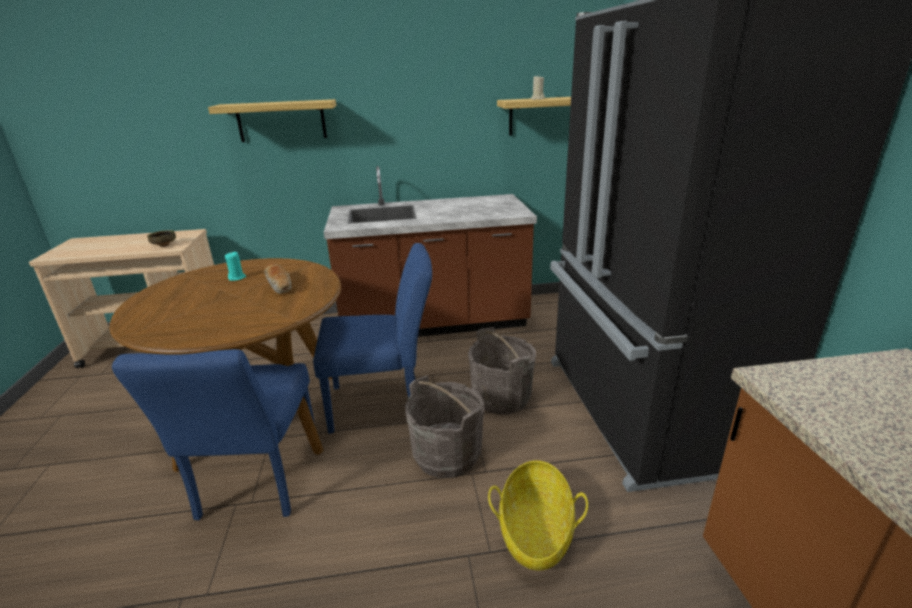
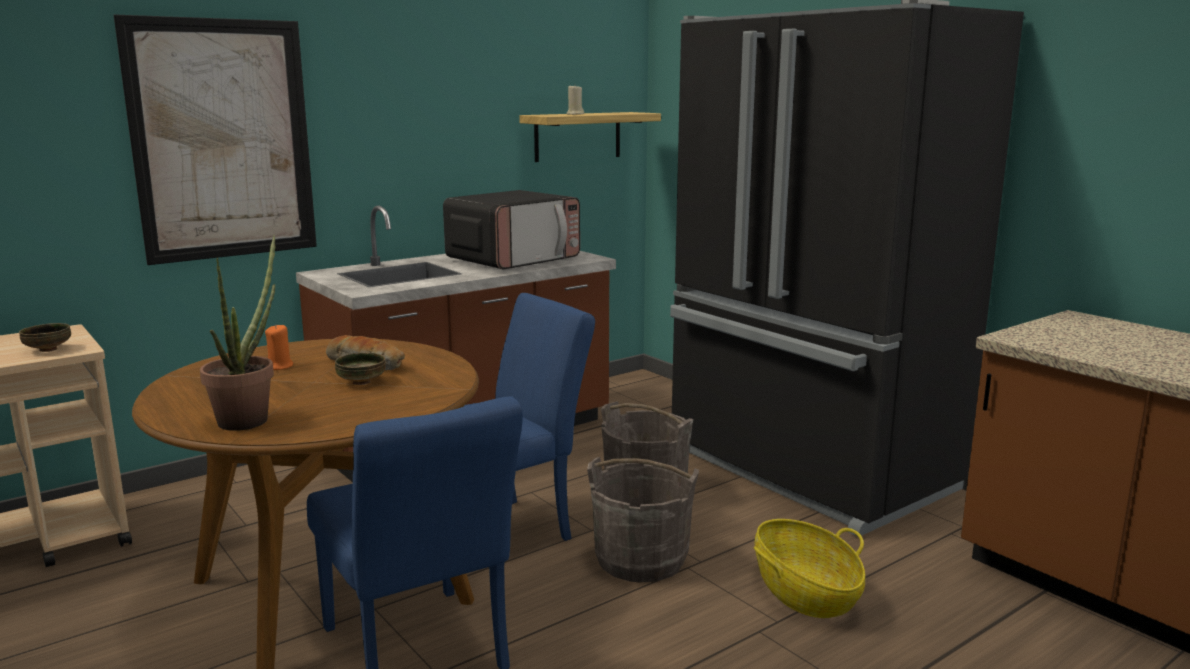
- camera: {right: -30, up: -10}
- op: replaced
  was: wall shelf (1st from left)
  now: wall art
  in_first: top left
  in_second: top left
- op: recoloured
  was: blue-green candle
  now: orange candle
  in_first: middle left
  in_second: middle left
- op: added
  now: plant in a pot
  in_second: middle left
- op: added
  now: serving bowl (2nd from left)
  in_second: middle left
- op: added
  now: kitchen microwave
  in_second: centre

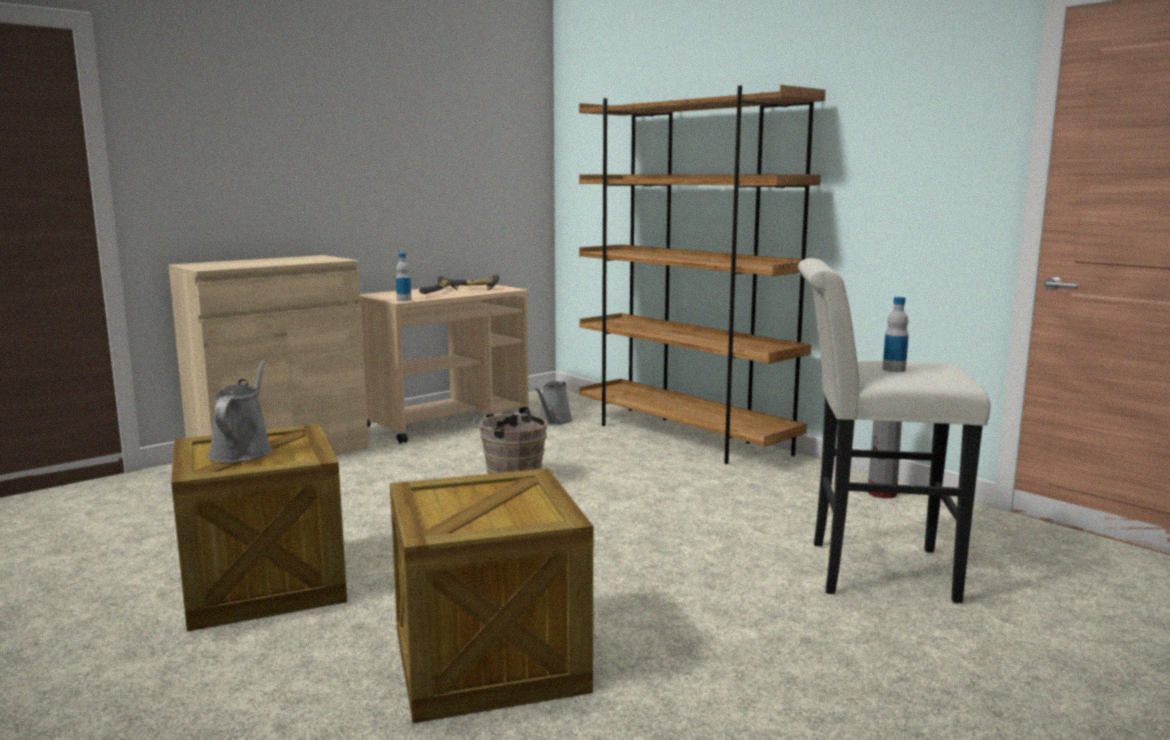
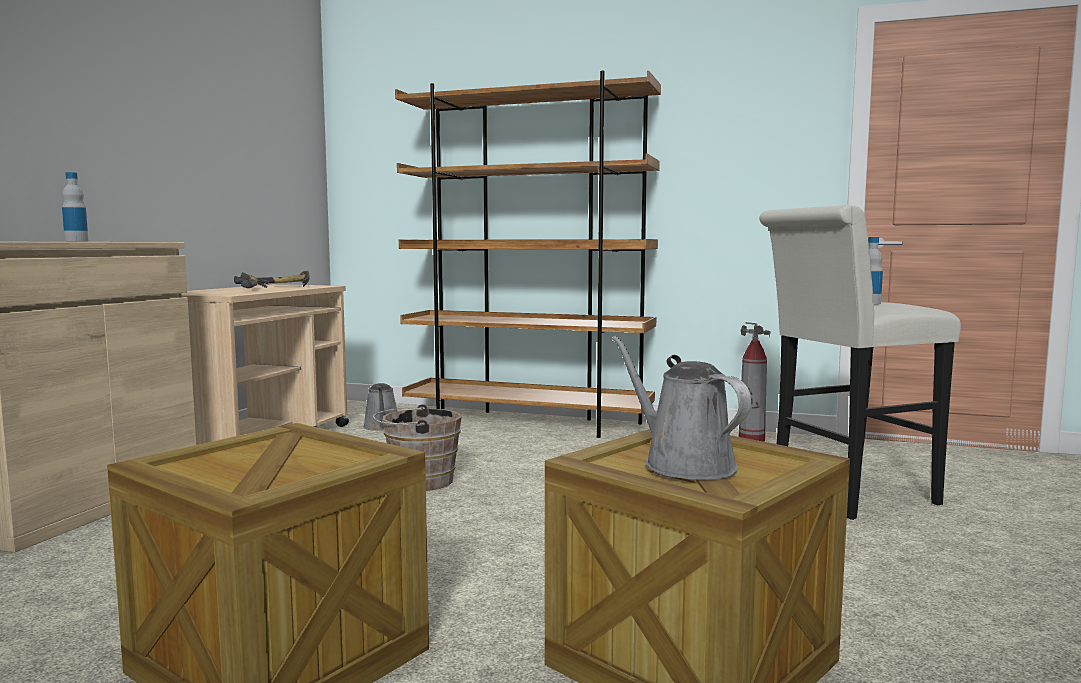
- camera: {right: -30, up: -5}
- op: moved
  was: greyish watering can (1st from left in the first image)
  now: greyish watering can (2nd from left)
  in_first: middle left
  in_second: centre
- op: moved
  was: drink bottle (1st from left)
  in_first: centre
  in_second: top left

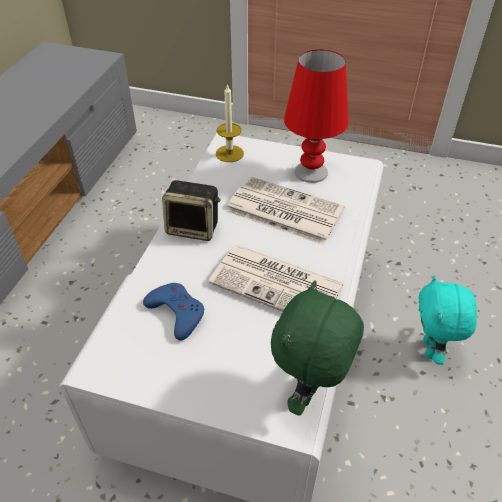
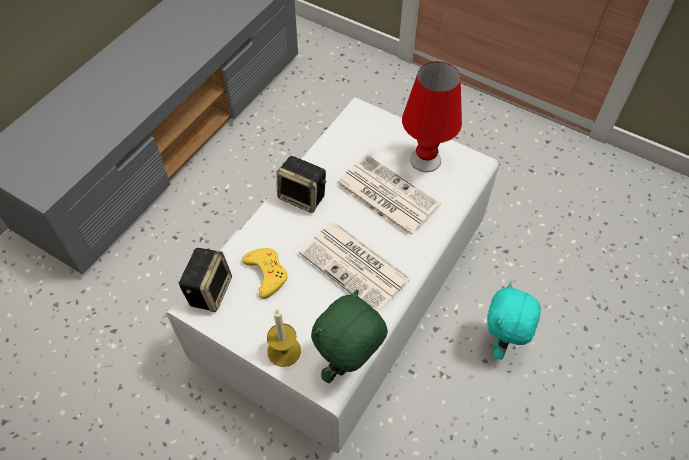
- camera: {right: 15, up: 10}
- op: recoloured
  was: blue-coloured game controller
  now: yellow-coloured game controller
  in_first: centre
  in_second: centre
- op: moved
  was: candle
  in_first: top centre
  in_second: bottom centre
- op: added
  now: loudspeaker (1st from left)
  in_second: middle left

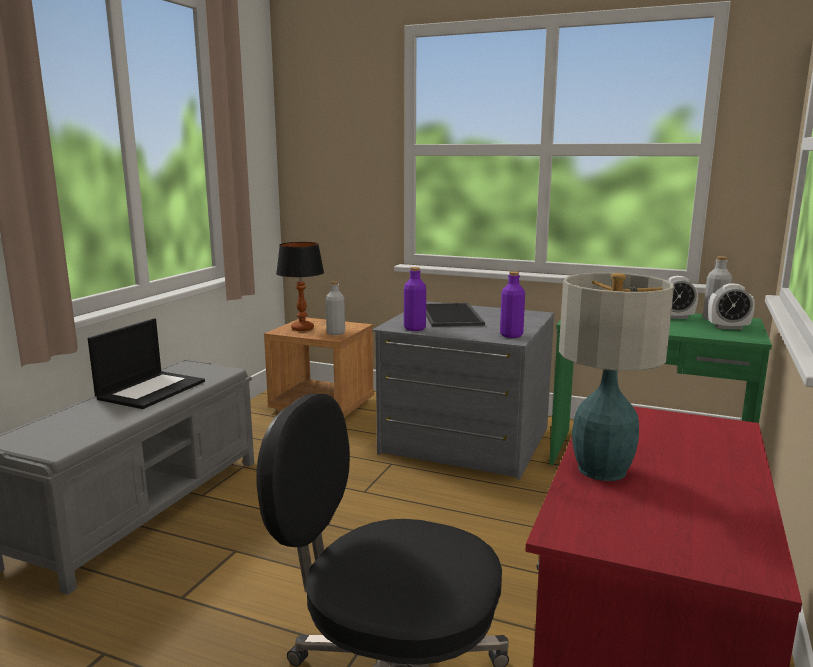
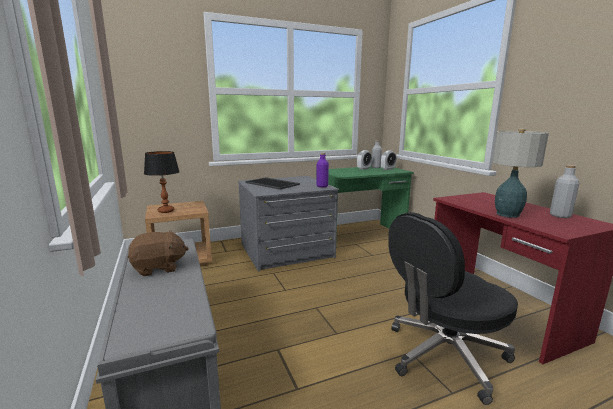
- camera: {right: -45, up: 0}
- op: replaced
  was: portable computer
  now: brown cuddly toy
  in_first: middle left
  in_second: middle left
- op: moved
  was: greyish drink bottle (1st from left in the first image)
  now: greyish drink bottle (2nd from left)
  in_first: centre
  in_second: middle right
- op: removed
  was: purple drink bottle (1st from left)
  in_first: centre

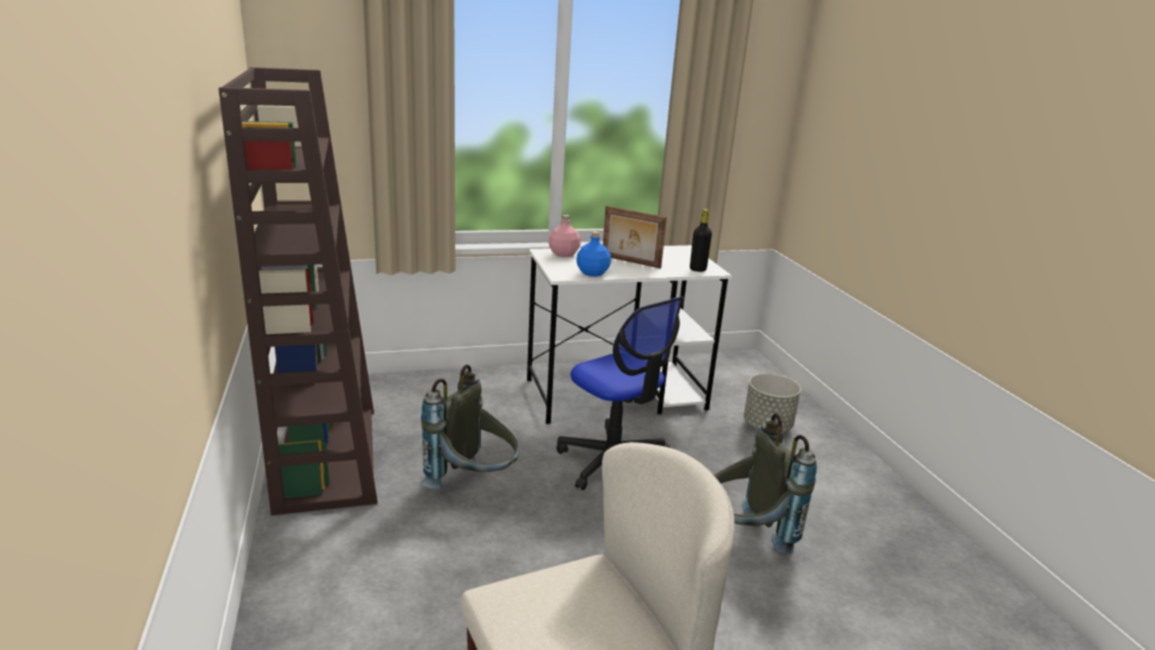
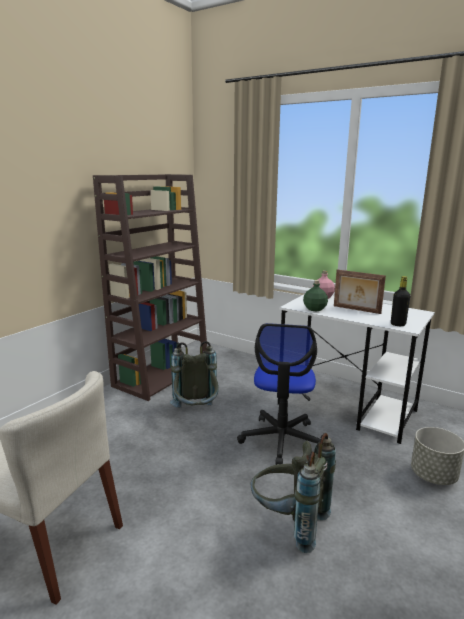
- camera: {right: 50, up: -5}
- op: recoloured
  was: blue-coloured drink bottle
  now: green-coloured drink bottle
  in_first: centre
  in_second: middle right
- op: turned
  was: photo frame
  in_first: centre
  in_second: middle right
  clockwise: -45

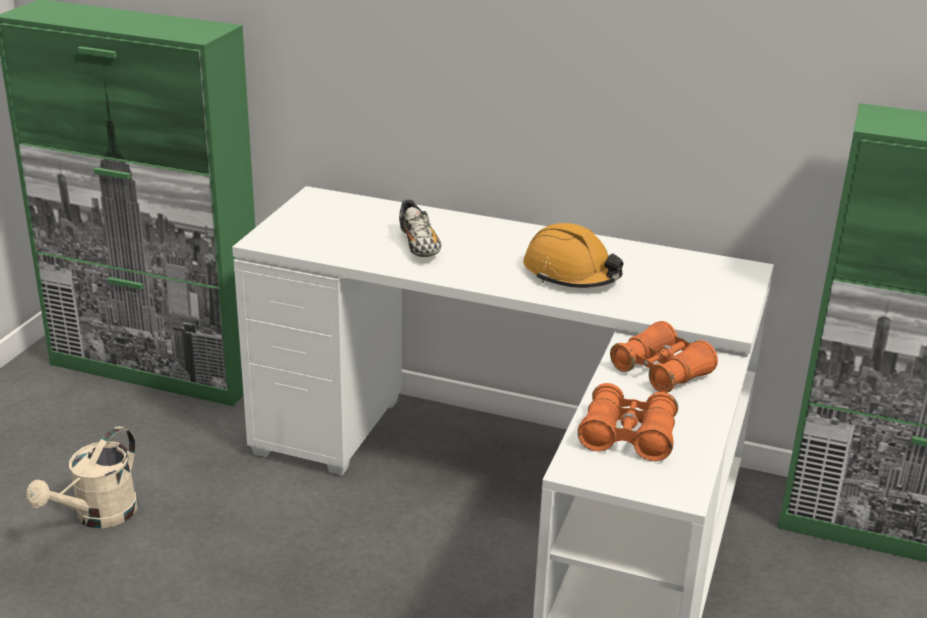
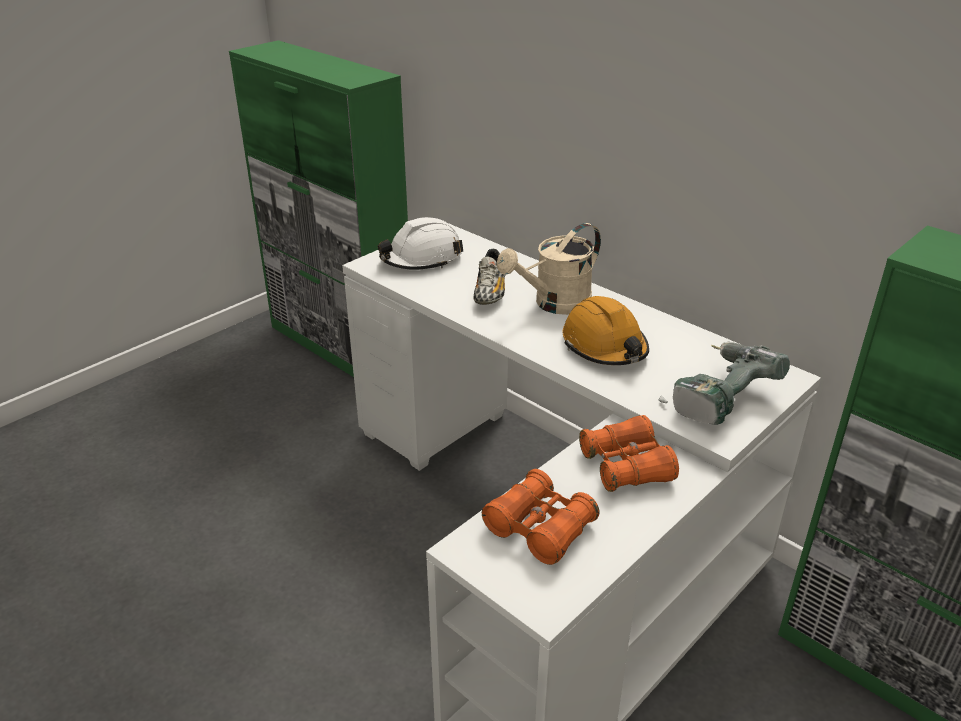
- camera: {right: 25, up: 5}
- op: moved
  was: beige watering can
  in_first: bottom left
  in_second: centre
- op: added
  now: white-coloured work helmet
  in_second: centre
- op: added
  now: power drill
  in_second: middle right

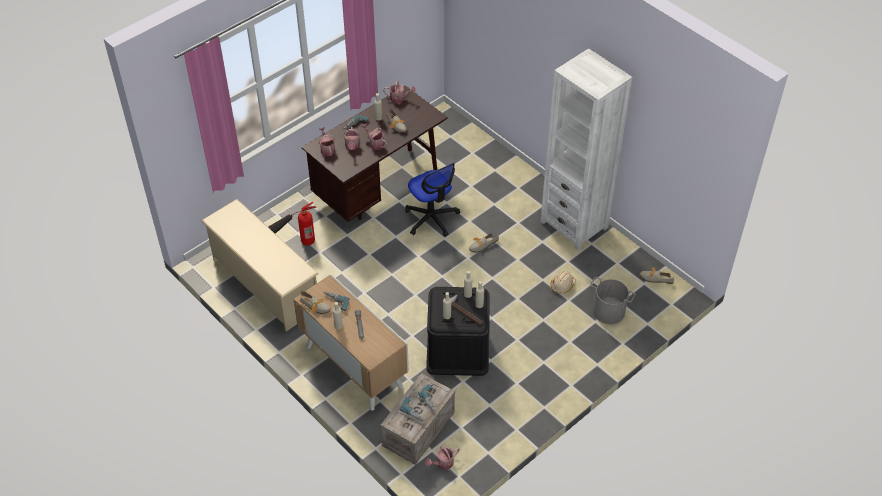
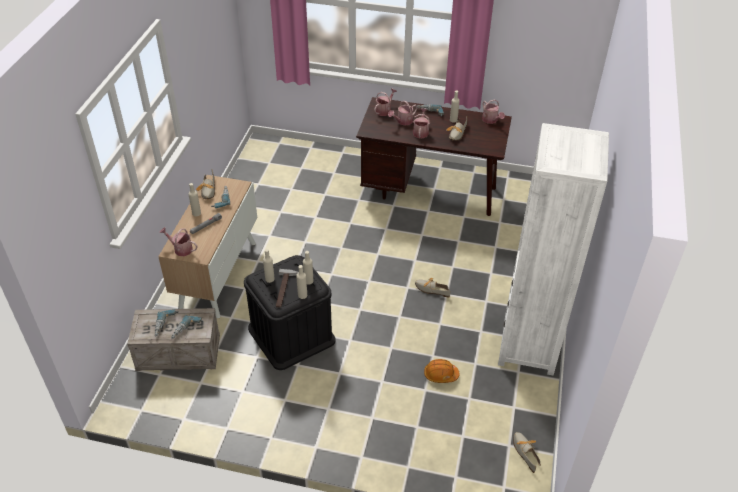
- camera: {right: 55, up: -5}
- op: removed
  was: beige shoe rack
  in_first: middle left
- op: removed
  was: extinguisher
  in_first: middle left
- op: removed
  was: desk chair
  in_first: centre
- op: moved
  was: watering can (5th from left in the first image)
  now: watering can (1st from left)
  in_first: bottom centre
  in_second: middle left
- op: recoloured
  was: beige work helmet
  now: orange work helmet
  in_first: centre
  in_second: bottom centre
- op: removed
  was: greyish pail
  in_first: middle right

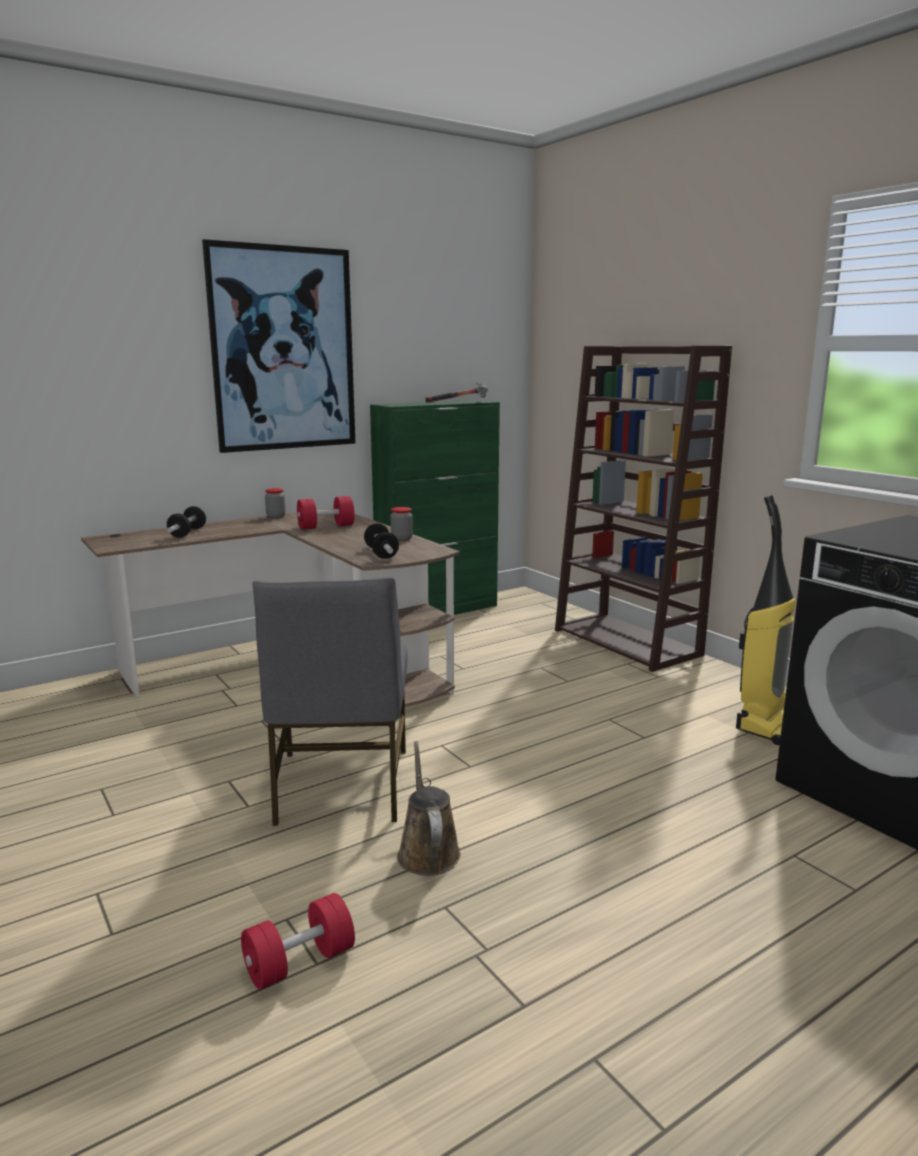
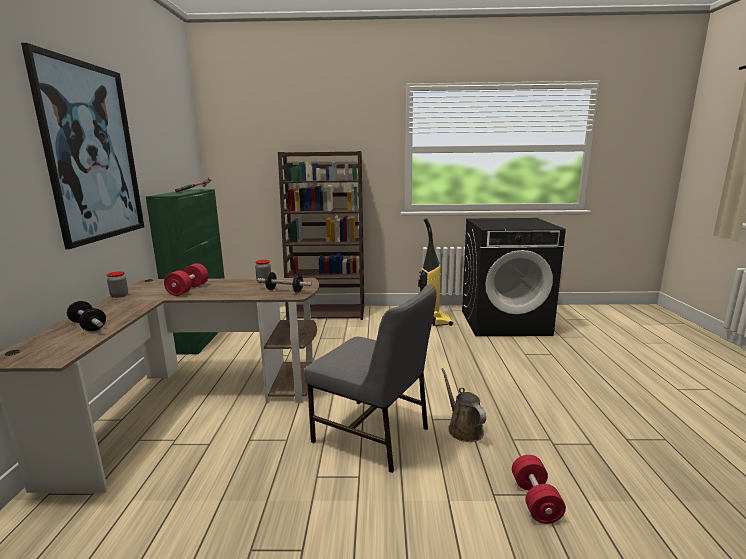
- camera: {right: -55, up: 0}
- op: turned
  was: brown watering can
  in_first: bottom centre
  in_second: bottom centre
  clockwise: 45

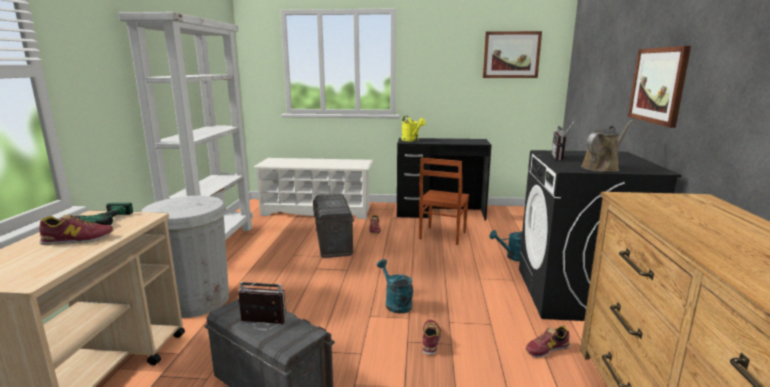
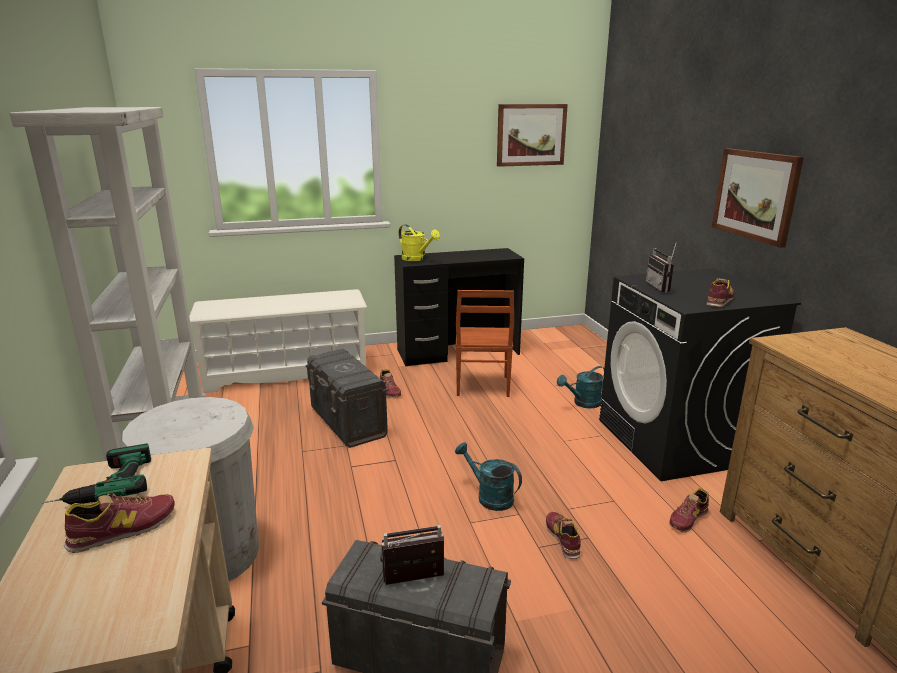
- camera: {right: -20, up: 5}
- op: replaced
  was: brown watering can
  now: shoe (5th from left)
  in_first: middle right
  in_second: middle right

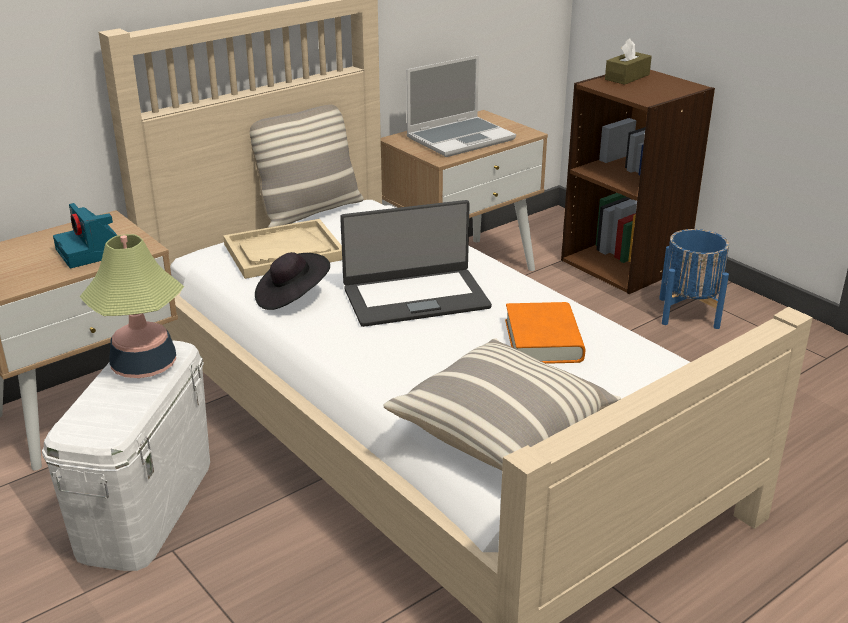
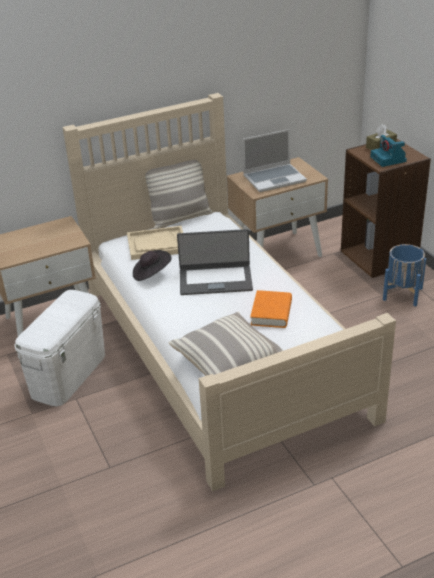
- camera: {right: 15, up: 5}
- op: moved
  was: still camera
  in_first: middle left
  in_second: top right
- op: removed
  was: table lamp
  in_first: middle left

